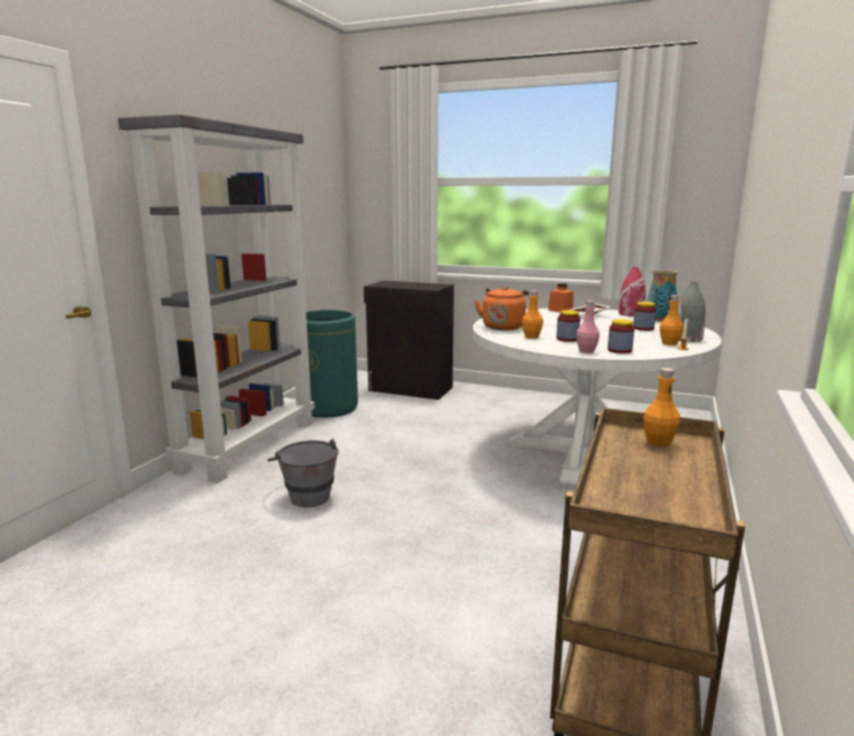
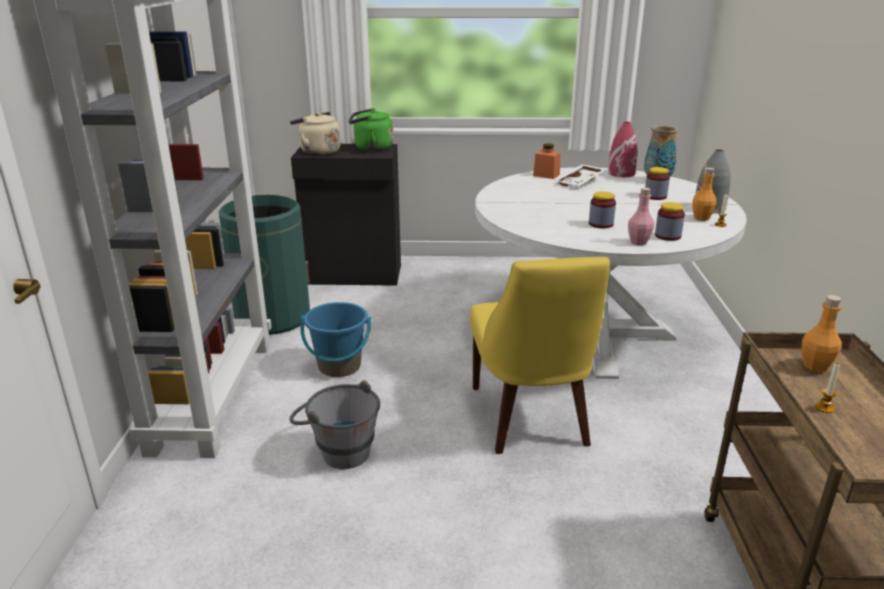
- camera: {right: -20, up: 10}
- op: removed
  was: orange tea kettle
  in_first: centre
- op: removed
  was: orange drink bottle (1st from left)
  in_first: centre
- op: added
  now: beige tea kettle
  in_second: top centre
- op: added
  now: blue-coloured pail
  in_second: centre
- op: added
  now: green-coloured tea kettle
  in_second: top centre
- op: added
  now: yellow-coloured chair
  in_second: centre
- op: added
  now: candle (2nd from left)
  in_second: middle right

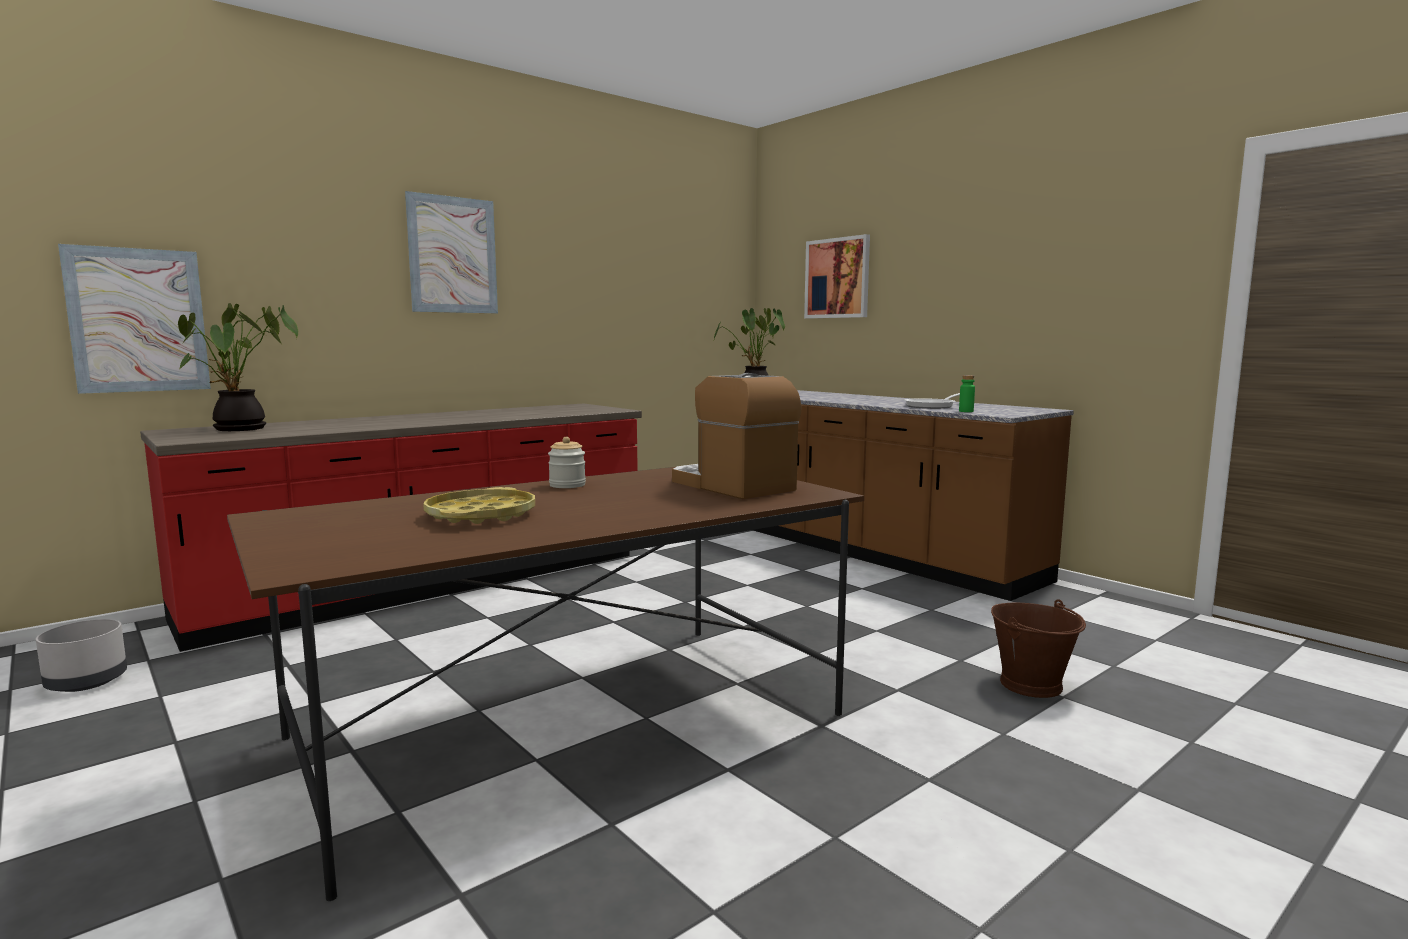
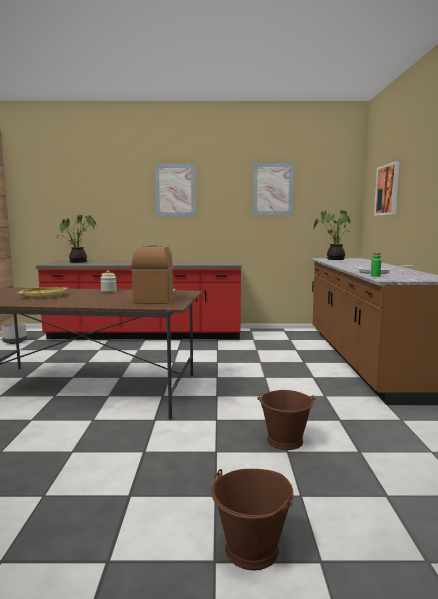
- camera: {right: 40, up: 0}
- op: moved
  was: wall art (1st from left in the first image)
  now: wall art (2nd from left)
  in_first: middle left
  in_second: top centre
- op: added
  now: brown pail (1st from left)
  in_second: bottom centre

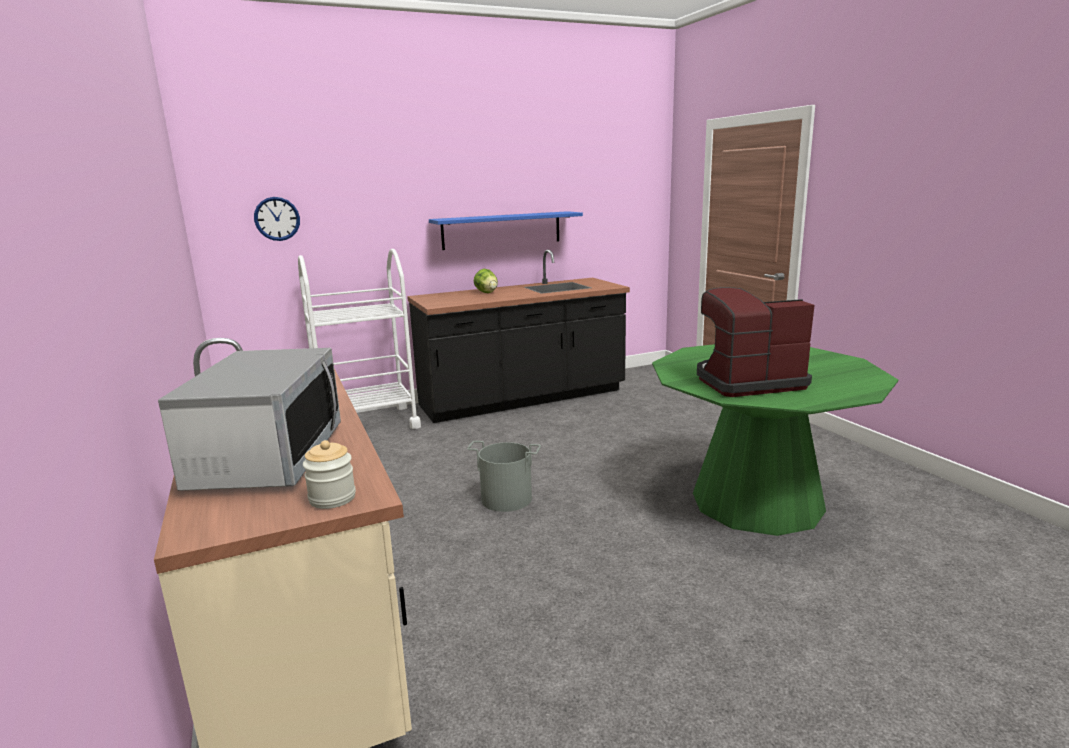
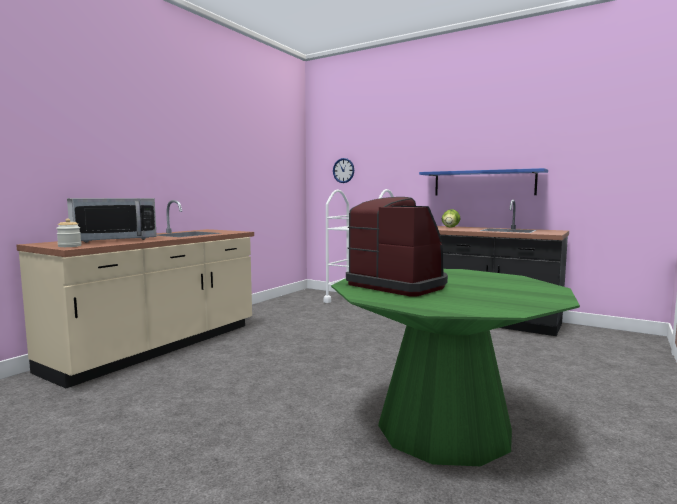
- camera: {right: 55, up: -10}
- op: removed
  was: greyish pail
  in_first: centre

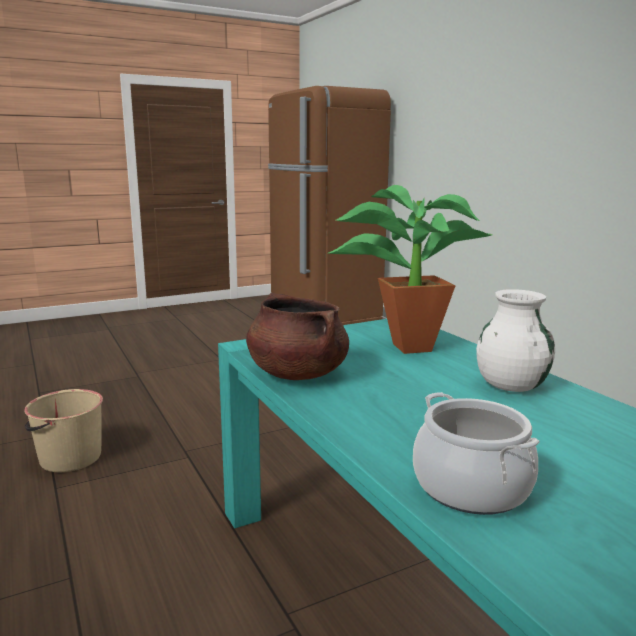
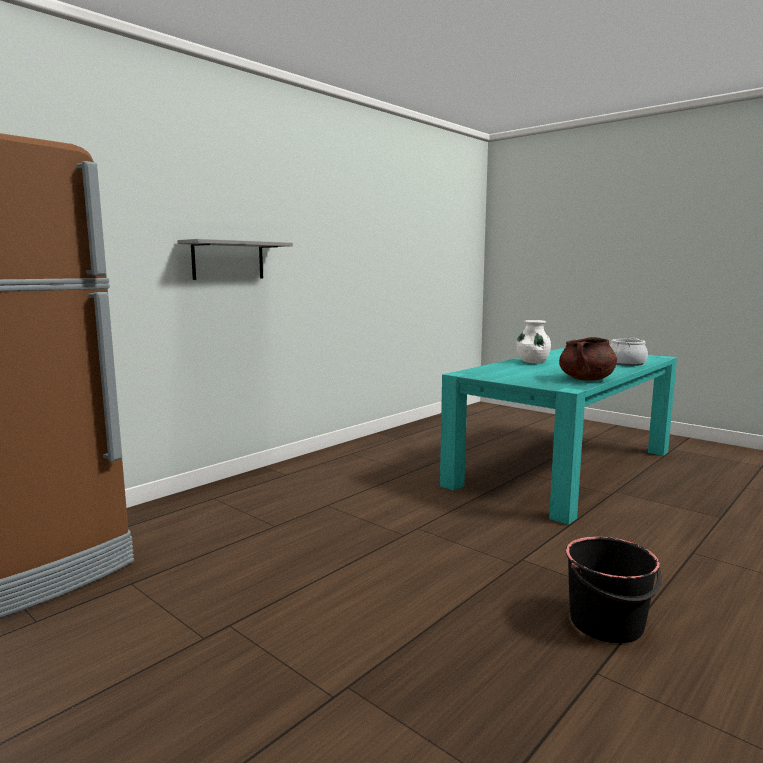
- camera: {right: -110, up: -5}
- op: recoloured
  was: beige pail
  now: black-coloured pail
  in_first: bottom left
  in_second: bottom right
- op: removed
  was: plant in a pot
  in_first: centre
- op: added
  now: greyish wall shelf
  in_second: middle left

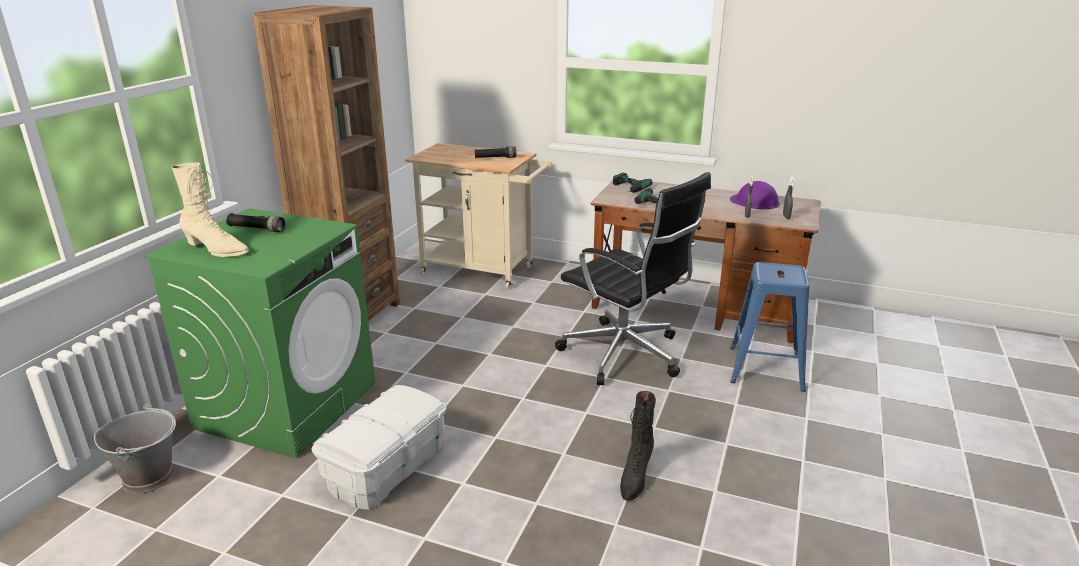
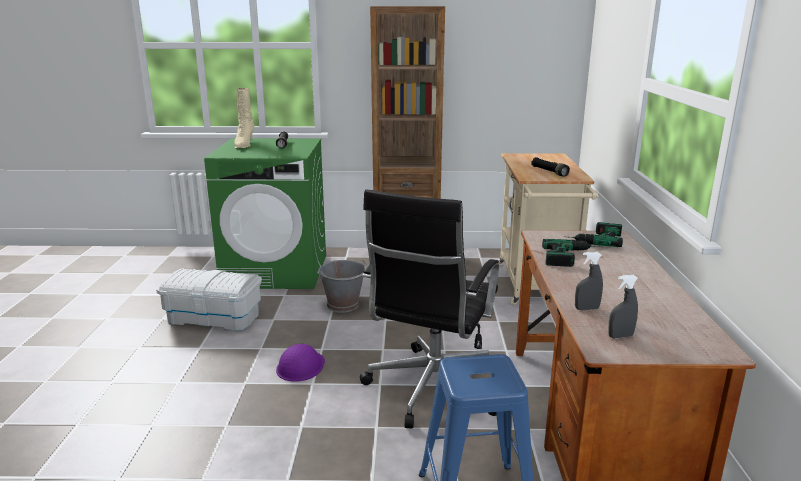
- camera: {right: 70, up: -5}
- op: moved
  was: greyish pail
  in_first: bottom left
  in_second: centre
- op: removed
  was: black-coloured high-top boot
  in_first: bottom centre
- op: moved
  was: purple work helmet
  in_first: middle right
  in_second: bottom centre

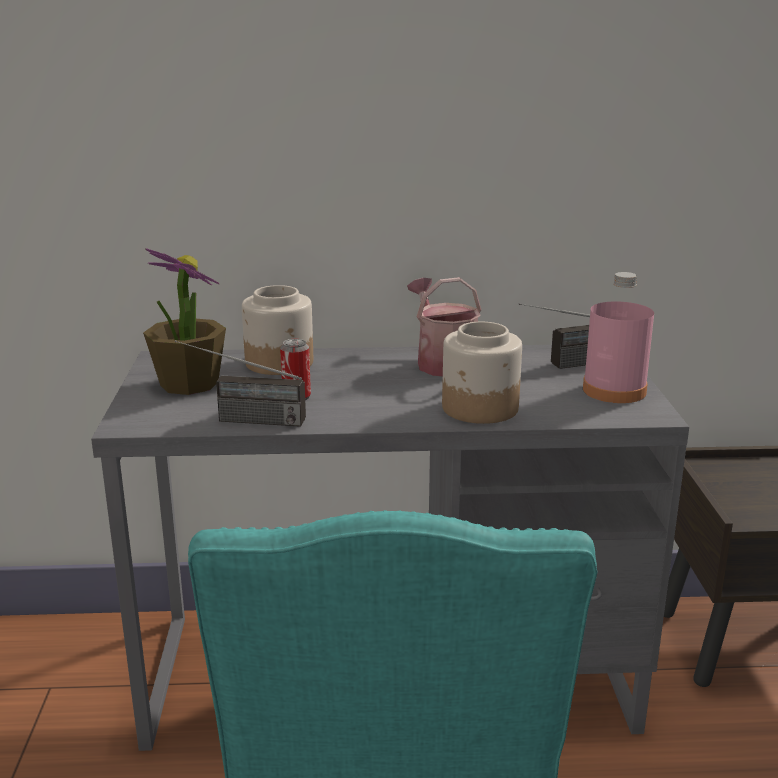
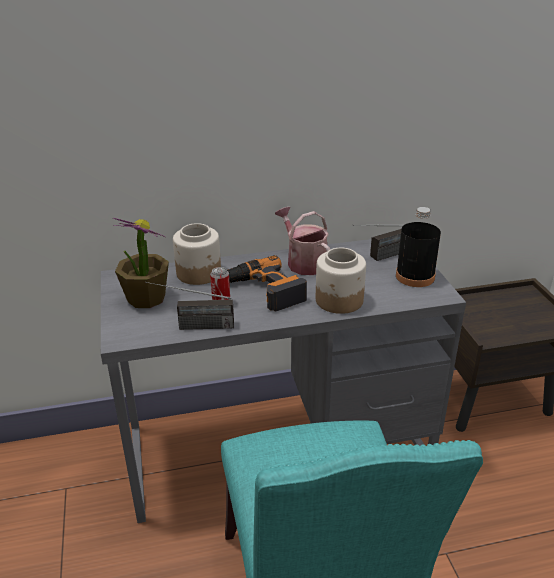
- camera: {right: -10, up: 10}
- op: recoloured
  was: pinkish drink bottle
  now: black-coloured drink bottle
  in_first: middle right
  in_second: middle right
- op: added
  now: power drill
  in_second: centre

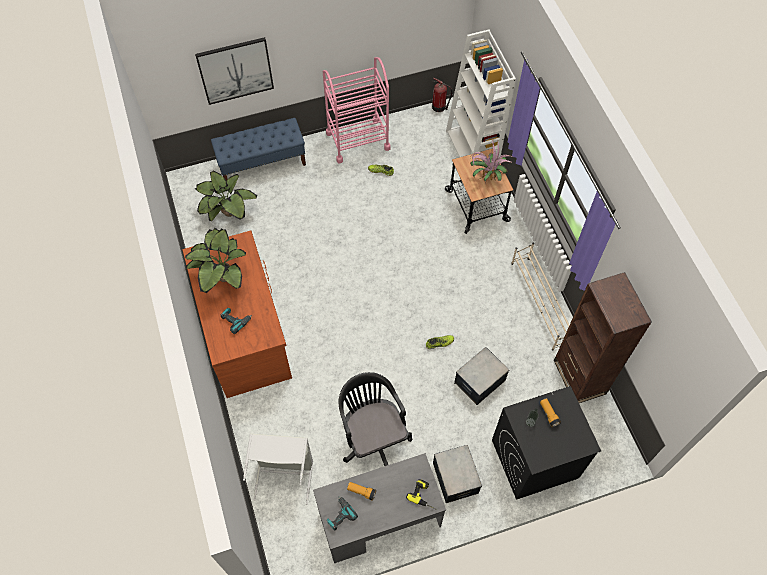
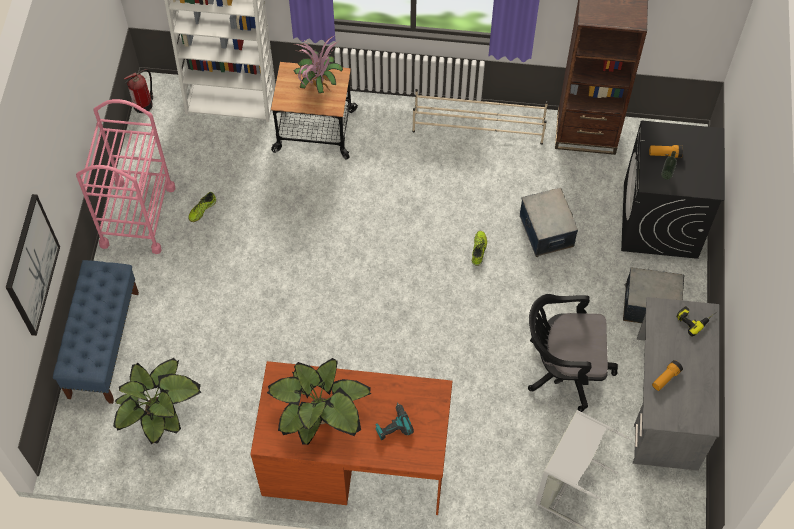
- camera: {right: -65, up: 0}
- op: removed
  was: power drill (2nd from left)
  in_first: bottom centre

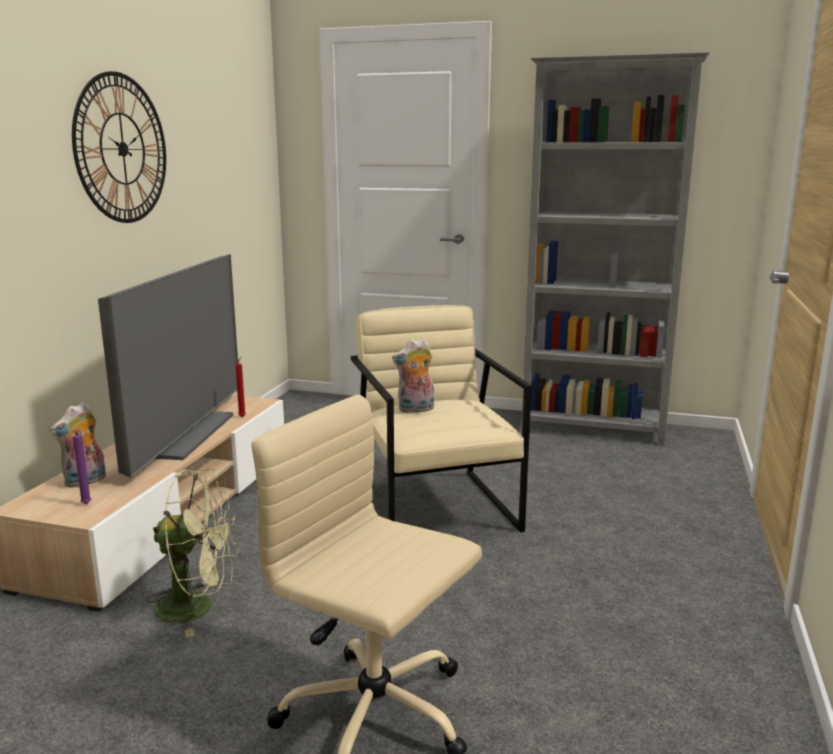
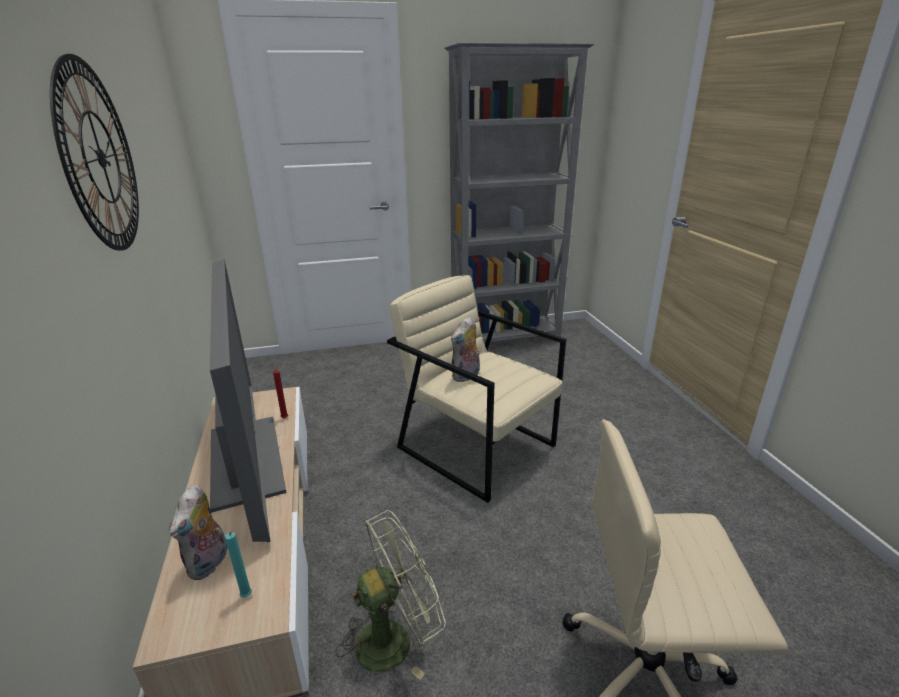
- camera: {right: -30, up: 10}
- op: recoloured
  was: purple candle
  now: blue-green candle
  in_first: middle left
  in_second: bottom left

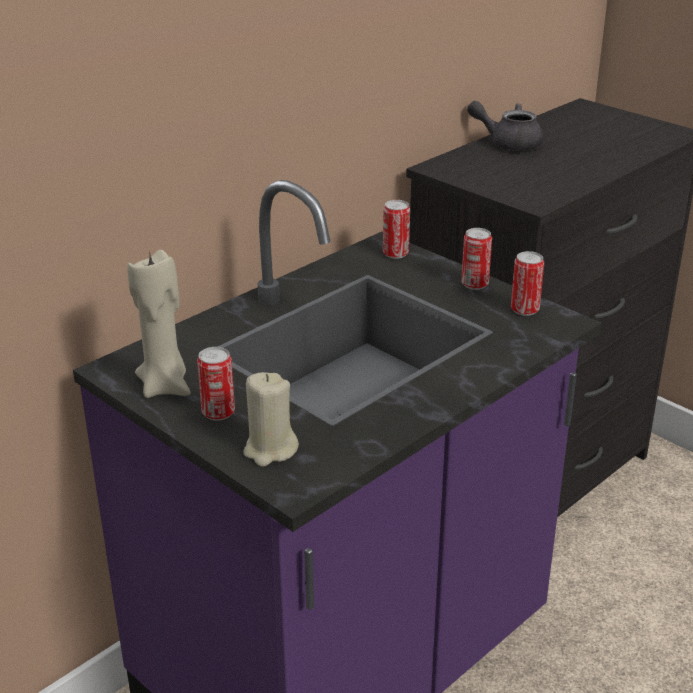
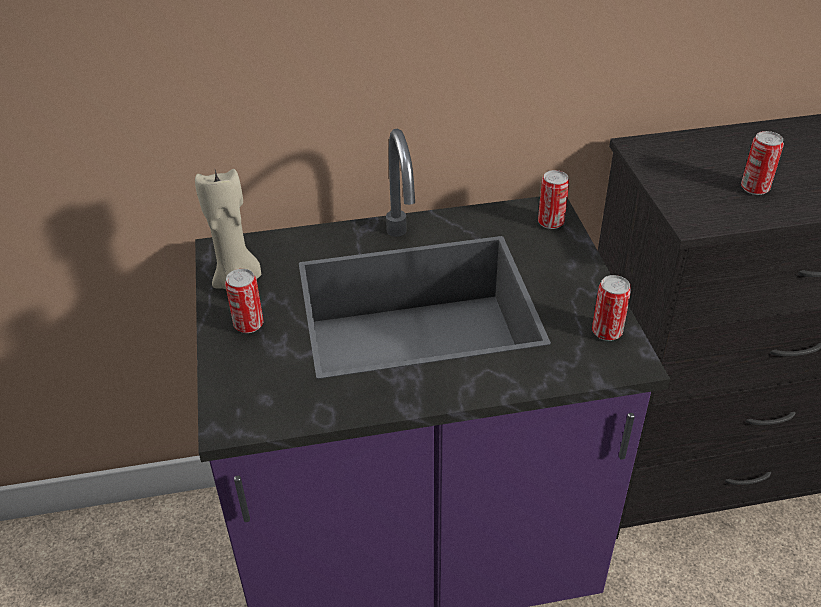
- camera: {right: 35, up: 10}
- op: removed
  was: beige candle (2nd from left)
  in_first: centre
- op: moved
  was: can (3rd from left in the first image)
  now: can (4th from left)
  in_first: middle right
  in_second: top right
- op: removed
  was: greyish pot for tea
  in_first: top right

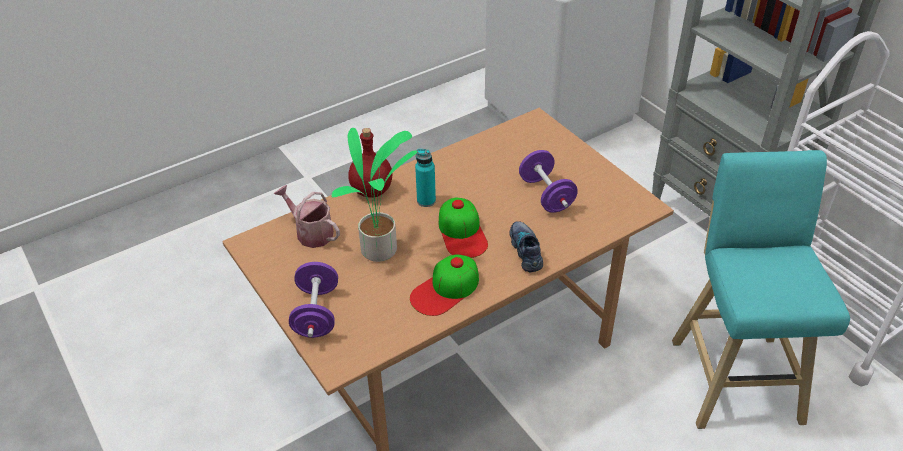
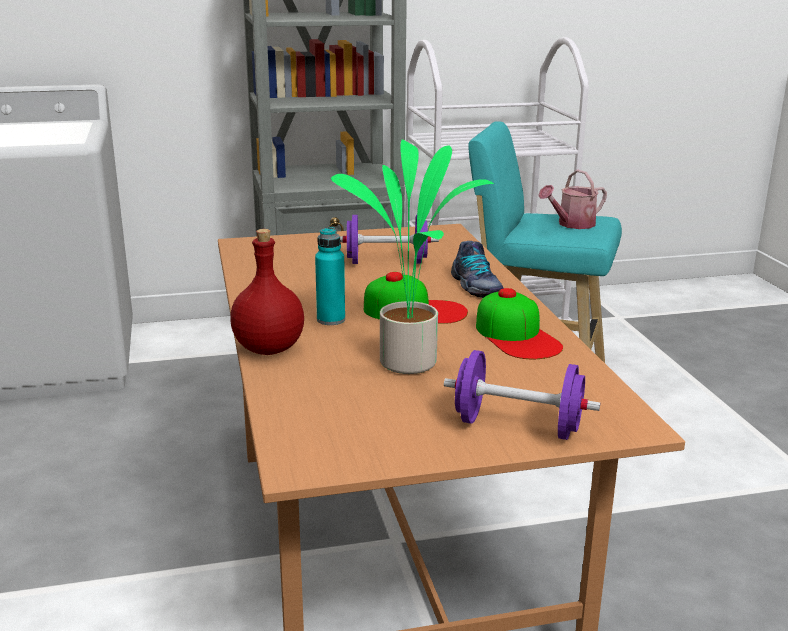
- camera: {right: -70, up: -20}
- op: moved
  was: watering can
  in_first: centre
  in_second: top right
- op: turned
  was: shoe
  in_first: centre
  in_second: centre
  clockwise: -120

